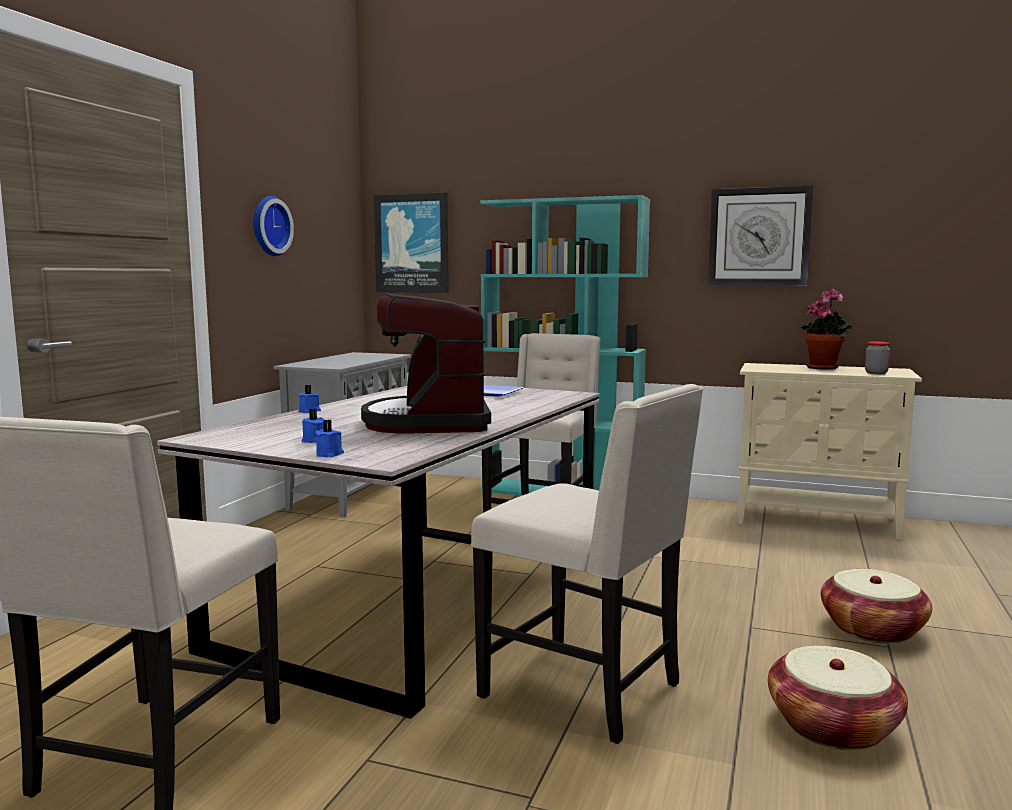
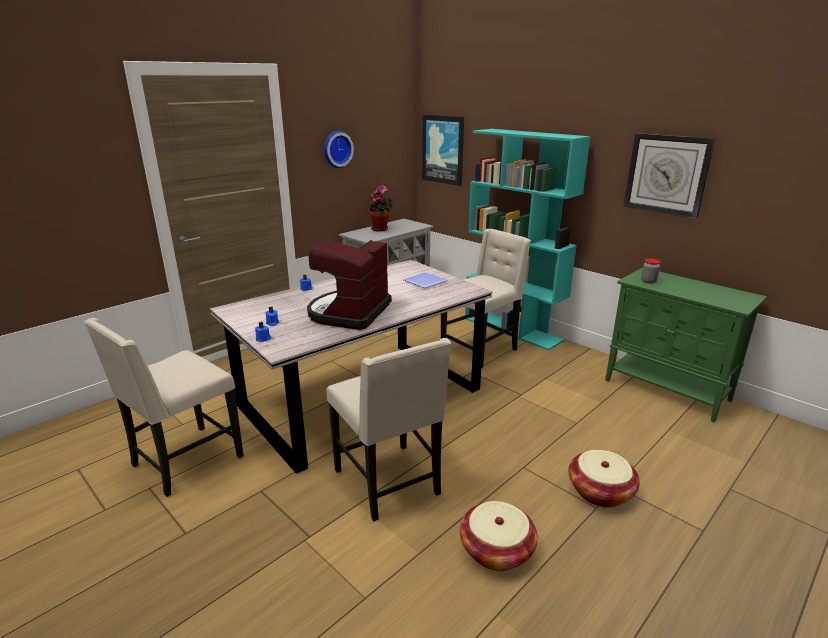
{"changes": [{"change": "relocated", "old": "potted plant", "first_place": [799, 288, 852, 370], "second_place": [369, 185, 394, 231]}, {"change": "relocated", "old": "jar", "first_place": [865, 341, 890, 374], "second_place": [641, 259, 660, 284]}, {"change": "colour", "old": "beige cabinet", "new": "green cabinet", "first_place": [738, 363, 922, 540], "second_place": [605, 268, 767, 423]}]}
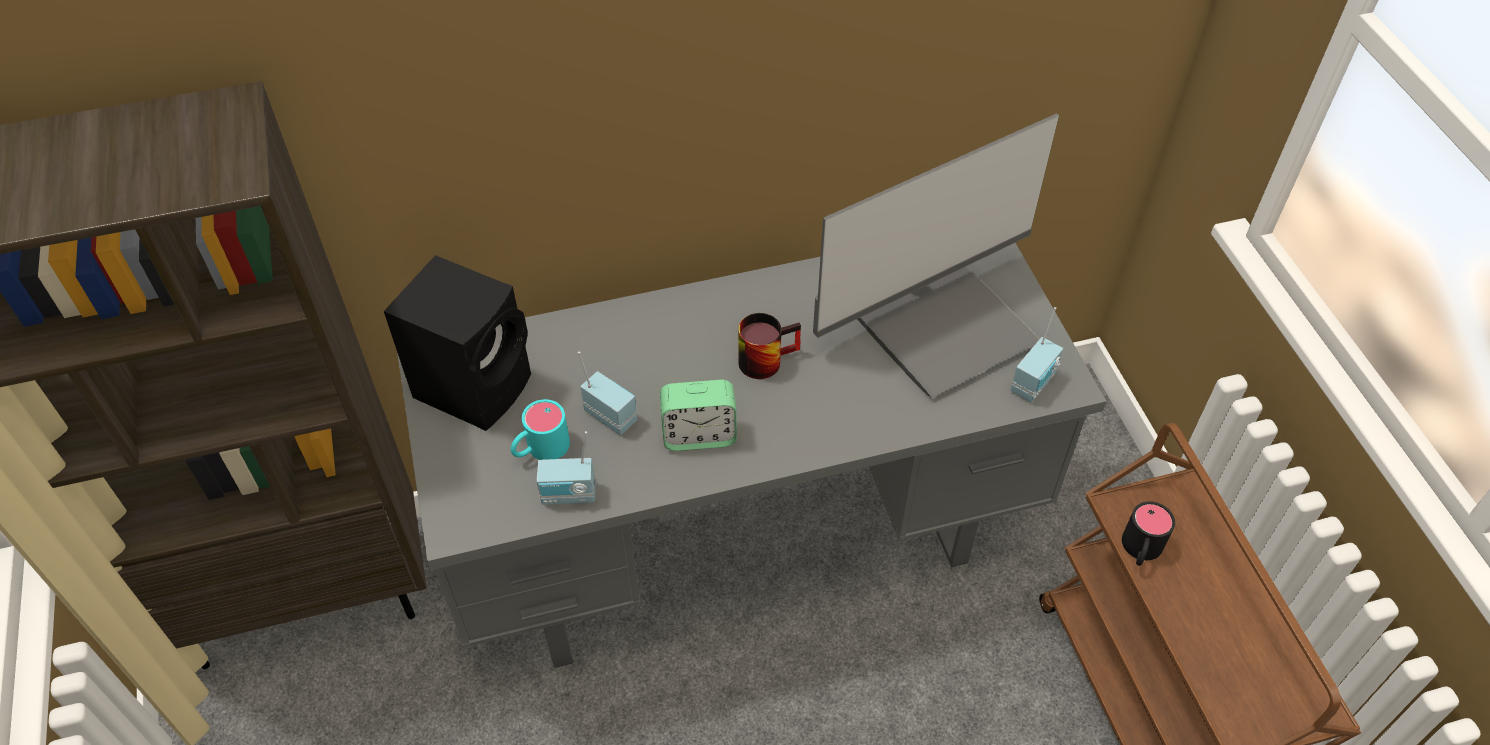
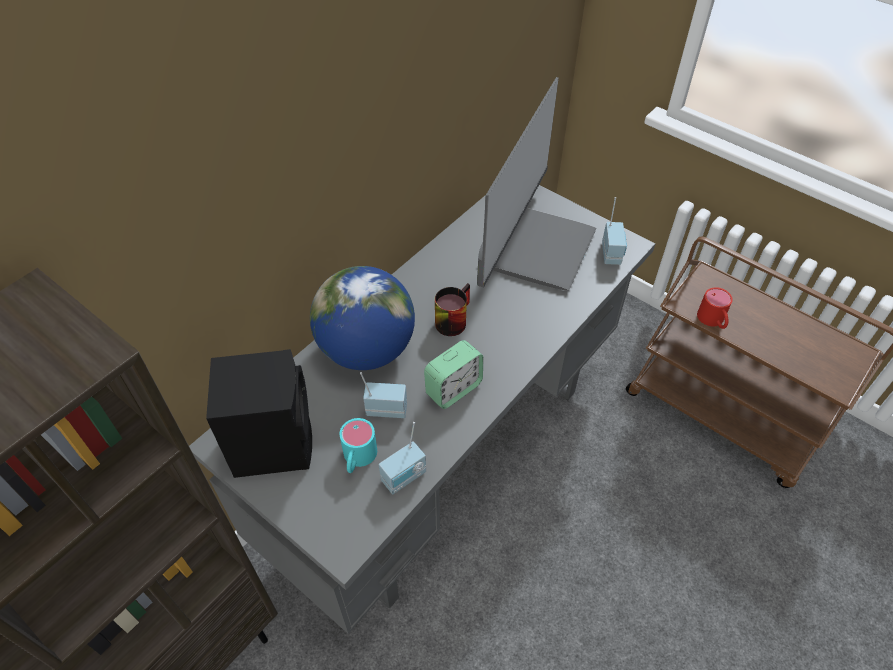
{"changes": [{"change": "colour", "old": "black mug", "new": "red mug", "first_place": [1122, 501, 1175, 566], "second_place": [697, 287, 733, 329]}, {"change": "appeared", "new": "globe", "second_place": [310, 266, 415, 370]}]}
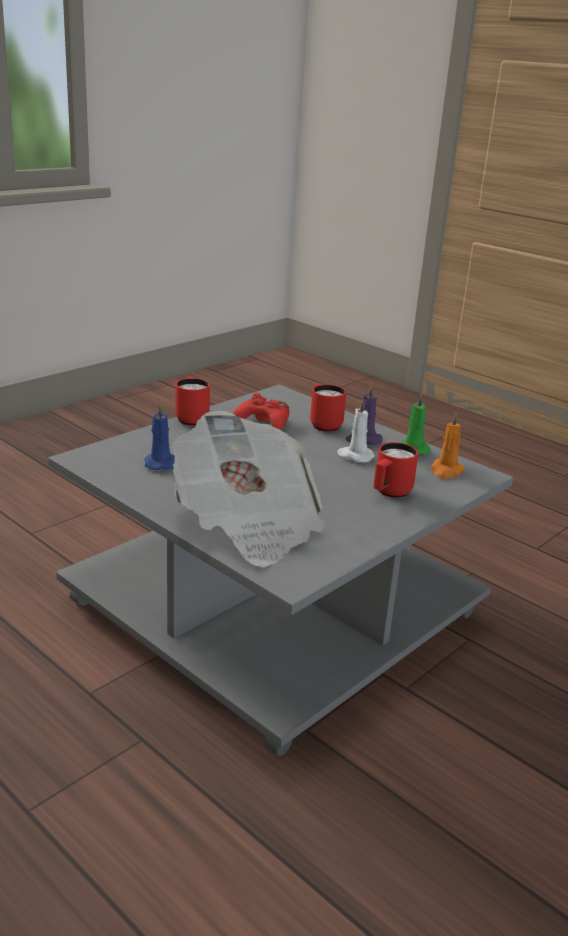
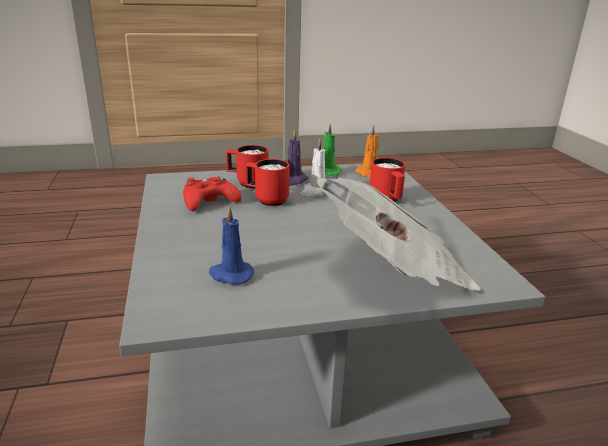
{"changes": [{"change": "relocated", "old": "red mug", "first_place": [175, 377, 210, 426], "second_place": [245, 159, 290, 206]}]}
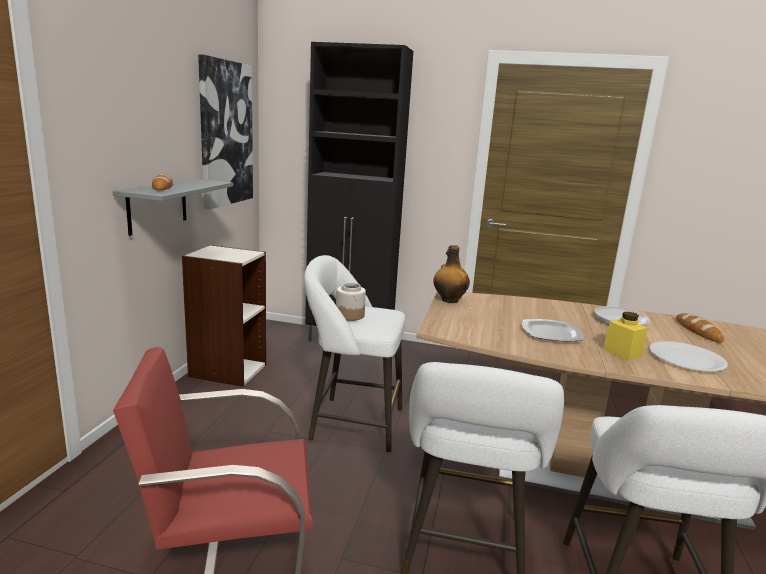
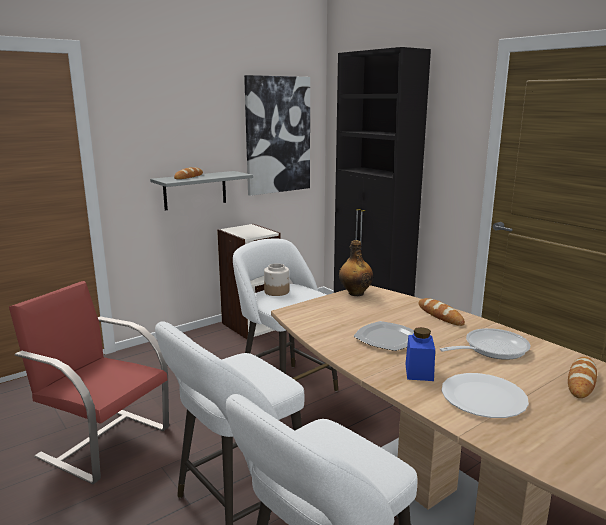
{"changes": [{"change": "colour", "old": "yellow jar", "new": "blue jar", "first_place": [603, 312, 648, 361], "second_place": [406, 327, 435, 381]}, {"change": "appeared", "new": "bread", "second_place": [419, 298, 465, 326]}]}
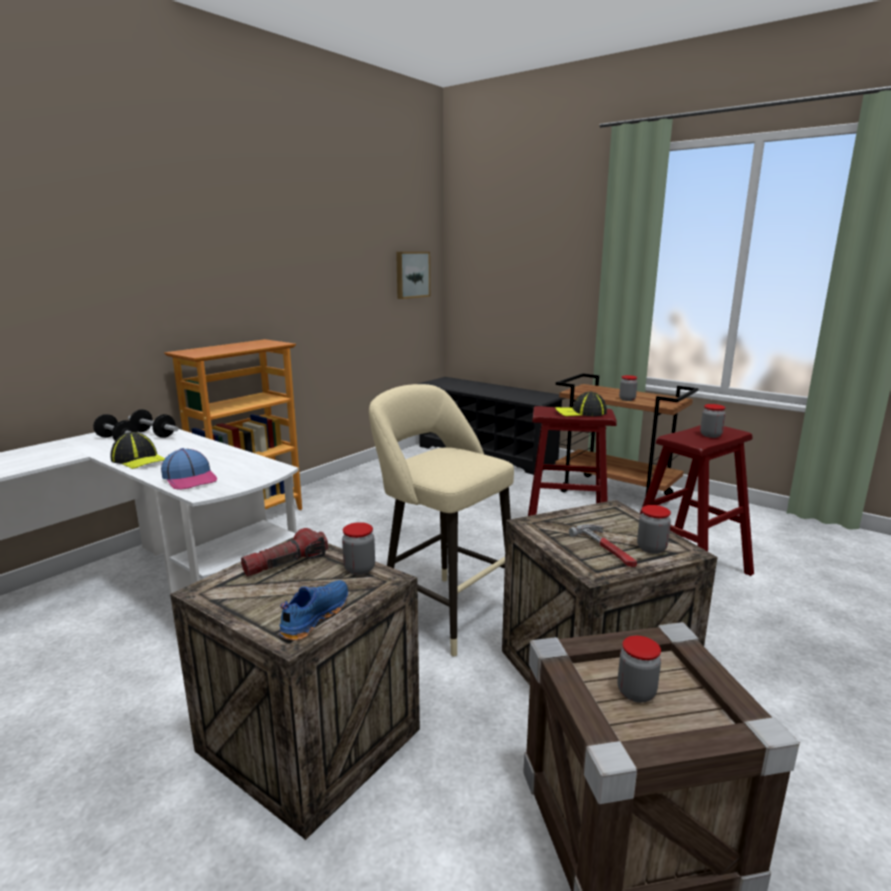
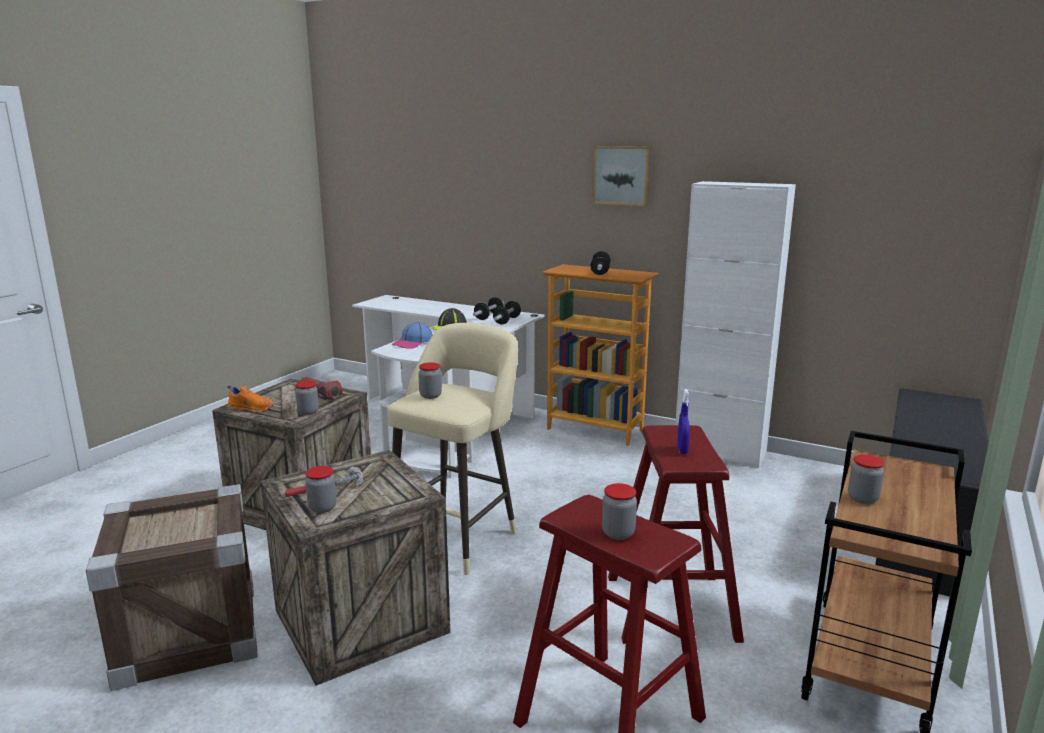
{"changes": [{"change": "relocated", "old": "picture", "first_place": [396, 252, 430, 299], "second_place": [593, 146, 651, 206]}, {"change": "exchanged", "old": "cap", "new": "blue spray bottle", "first_place": [555, 392, 607, 416], "second_place": [677, 389, 690, 454]}, {"change": "colour", "old": "blue shoe", "new": "orange shoe", "first_place": [279, 580, 348, 640], "second_place": [227, 385, 275, 413]}, {"change": "relocated", "old": "jar", "first_place": [617, 636, 661, 703], "second_place": [418, 362, 442, 399]}, {"change": "appeared", "new": "white cabinet", "second_place": [675, 181, 796, 468]}, {"change": "appeared", "new": "dumbbell", "second_place": [590, 251, 611, 275]}]}
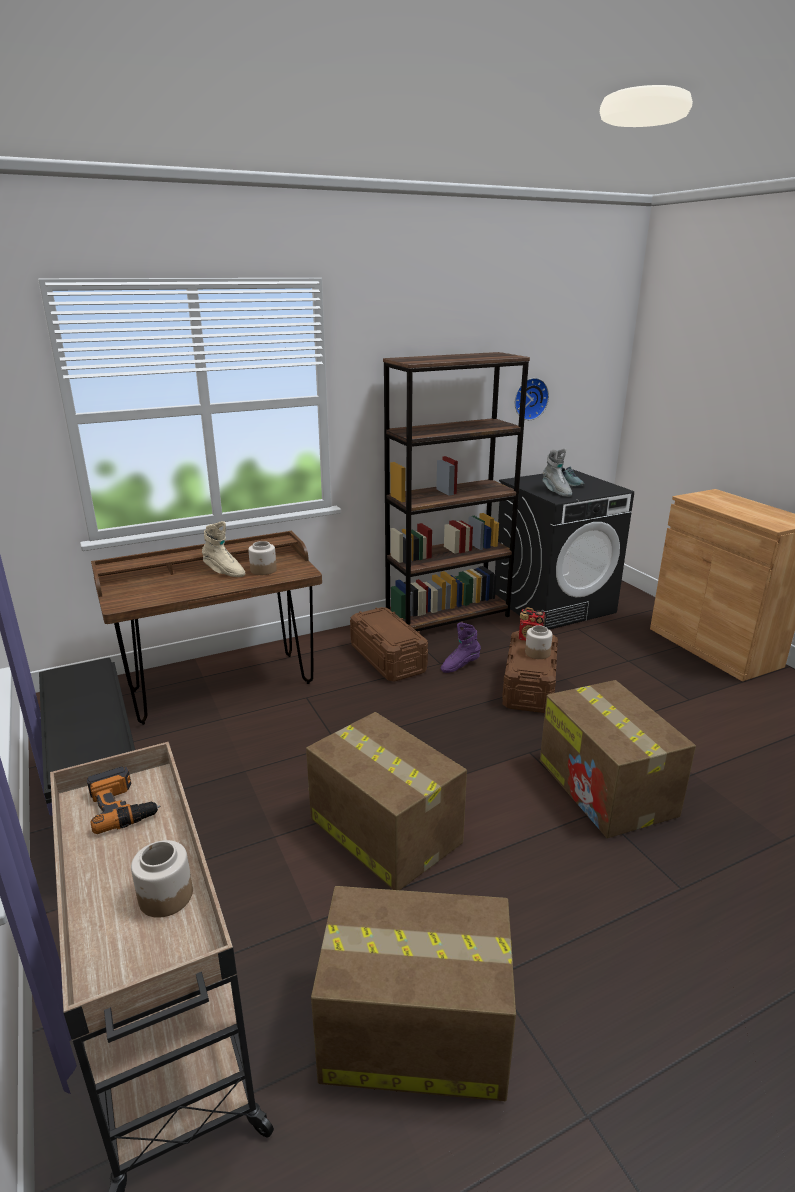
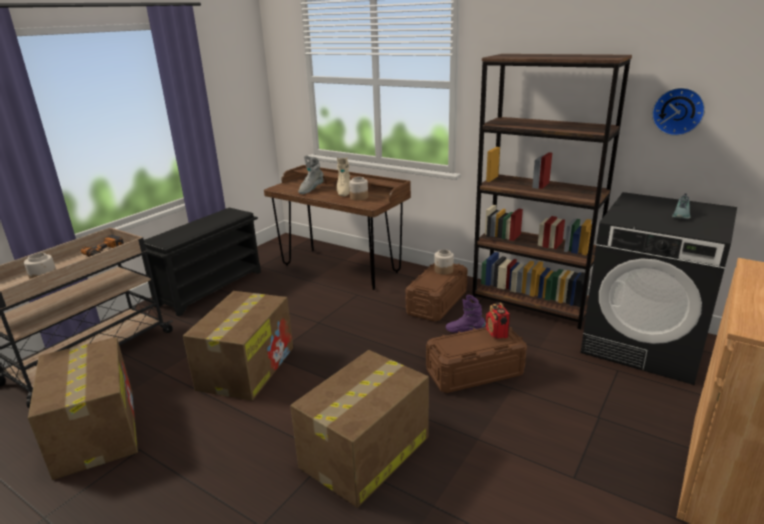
{"changes": [{"change": "relocated", "old": "grey boot", "first_place": [542, 448, 572, 497], "second_place": [298, 156, 324, 194]}, {"change": "relocated", "old": "jar", "first_place": [525, 625, 552, 659], "second_place": [434, 249, 454, 275]}]}
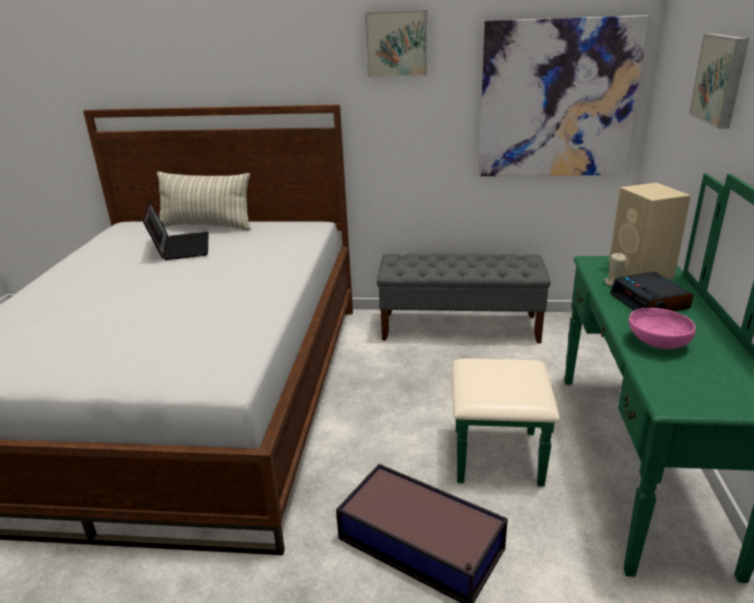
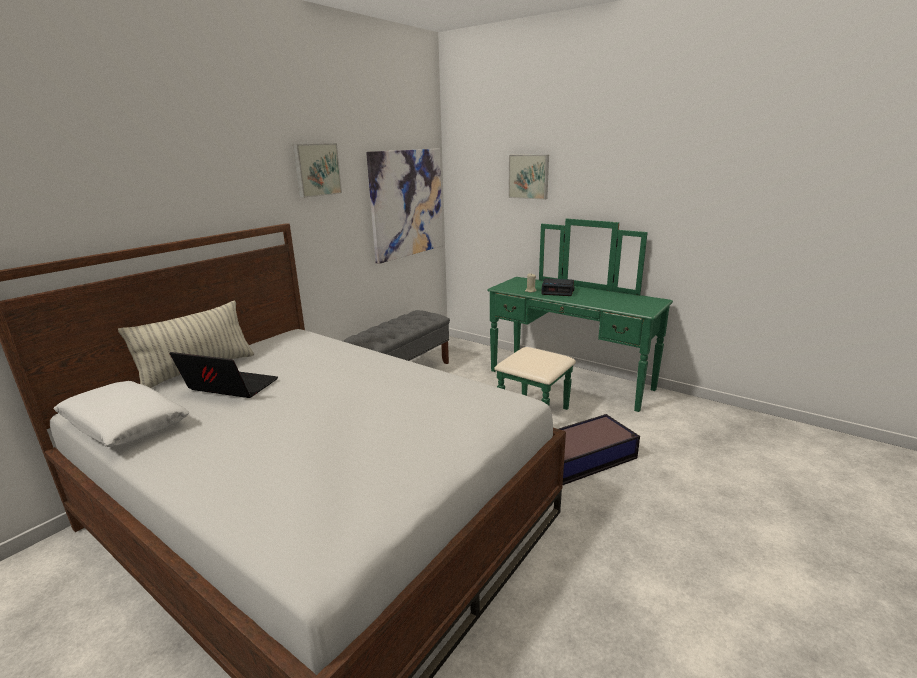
{"changes": [{"change": "missing", "old": "beige speaker", "first_place": [608, 183, 691, 279]}, {"change": "missing", "old": "pink bowl", "first_place": [629, 308, 696, 349]}, {"change": "appeared", "new": "white pillow", "second_place": [54, 381, 189, 447]}]}
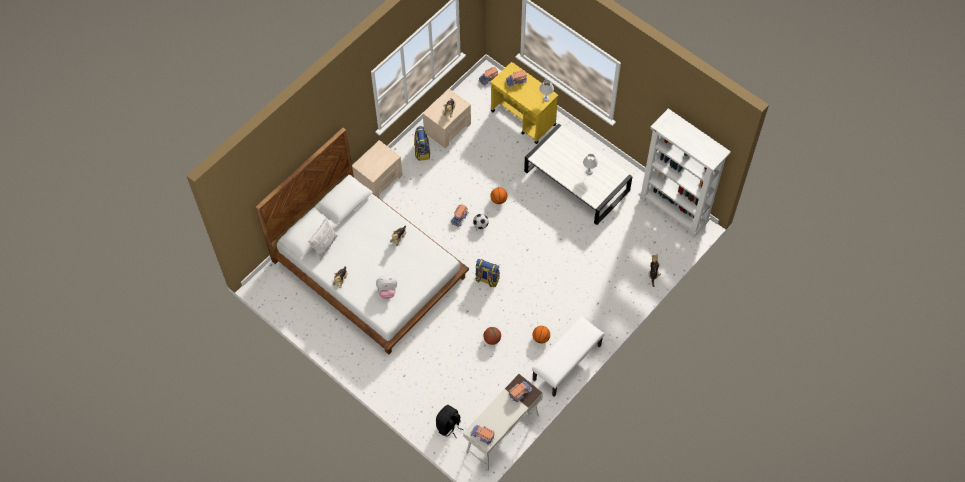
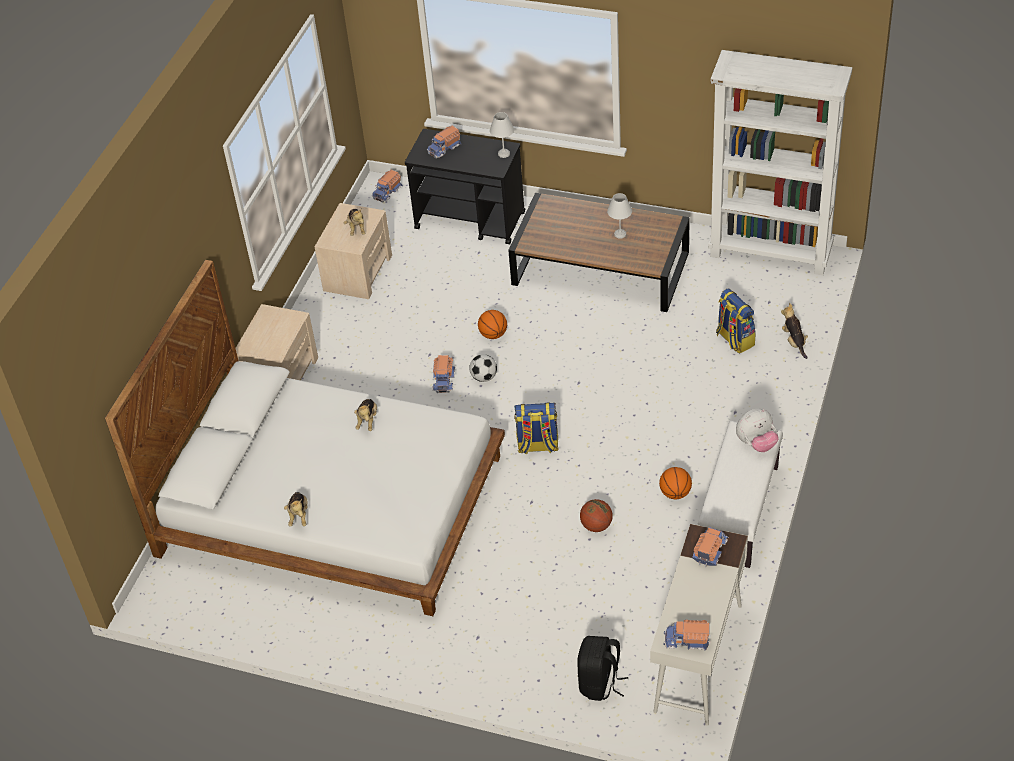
{"changes": [{"change": "colour", "old": "yellow cart", "new": "black cart", "first_place": [491, 62, 558, 144], "second_place": [405, 129, 525, 245]}, {"change": "colour", "old": "white coffee table", "new": "brown coffee table", "first_place": [524, 124, 633, 225], "second_place": [508, 193, 690, 312]}, {"change": "relocated", "old": "backpack", "first_place": [414, 126, 430, 161], "second_place": [716, 289, 756, 353]}, {"change": "missing", "old": "pillow", "first_place": [308, 218, 338, 260]}, {"change": "relocated", "old": "plush toy", "first_place": [376, 275, 397, 299], "second_place": [736, 409, 779, 452]}]}
